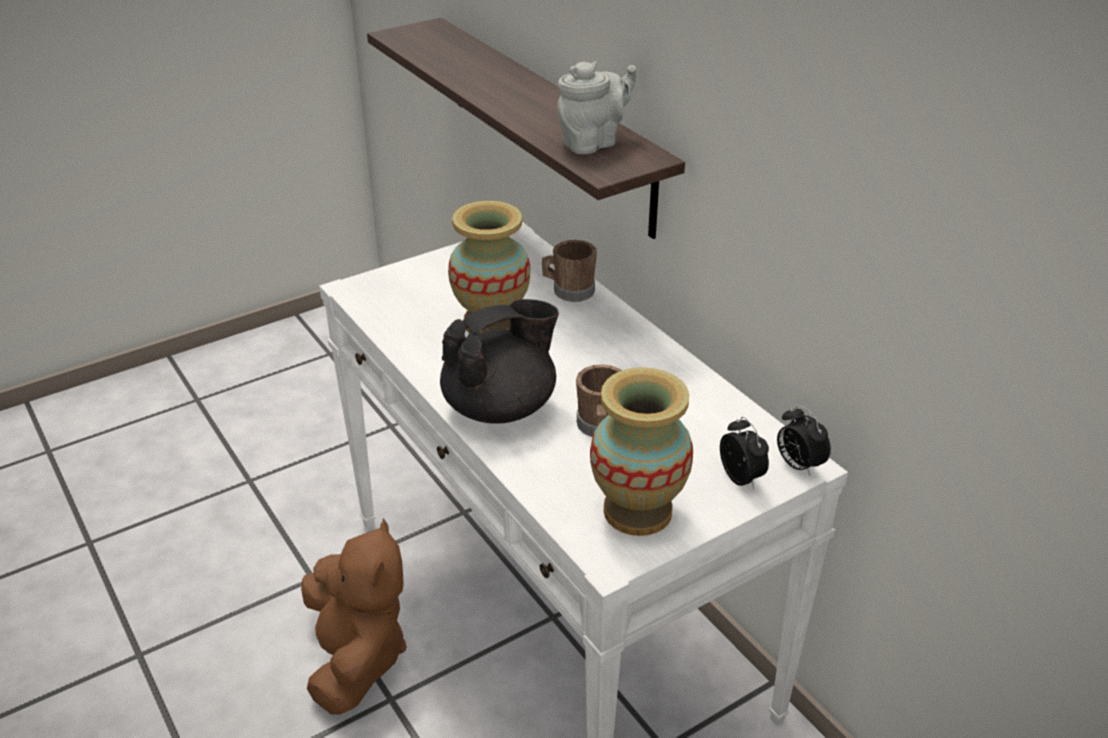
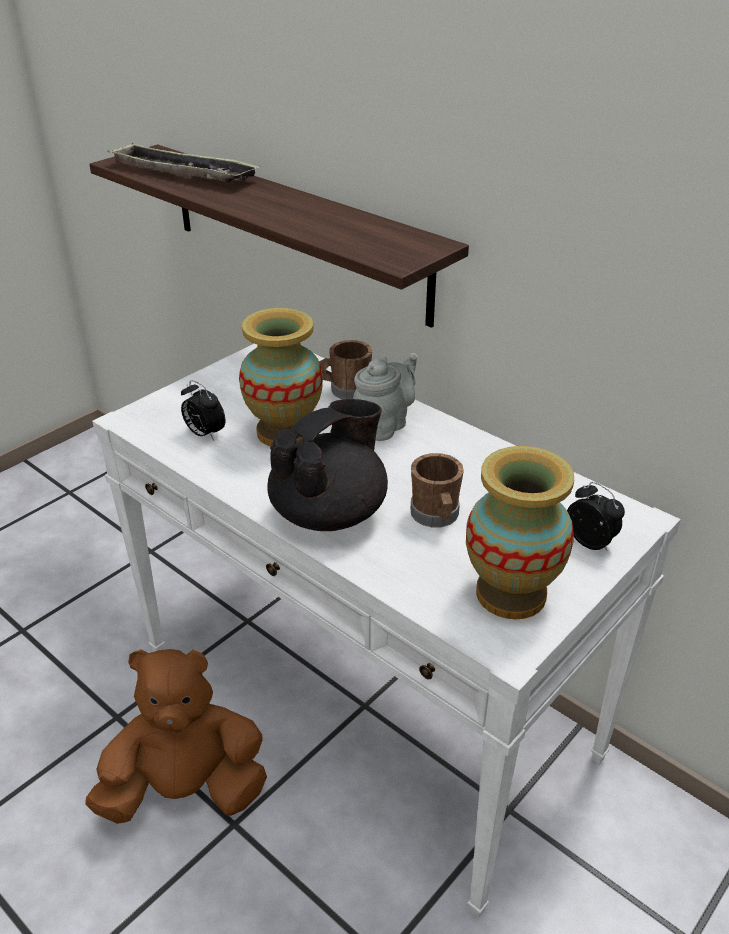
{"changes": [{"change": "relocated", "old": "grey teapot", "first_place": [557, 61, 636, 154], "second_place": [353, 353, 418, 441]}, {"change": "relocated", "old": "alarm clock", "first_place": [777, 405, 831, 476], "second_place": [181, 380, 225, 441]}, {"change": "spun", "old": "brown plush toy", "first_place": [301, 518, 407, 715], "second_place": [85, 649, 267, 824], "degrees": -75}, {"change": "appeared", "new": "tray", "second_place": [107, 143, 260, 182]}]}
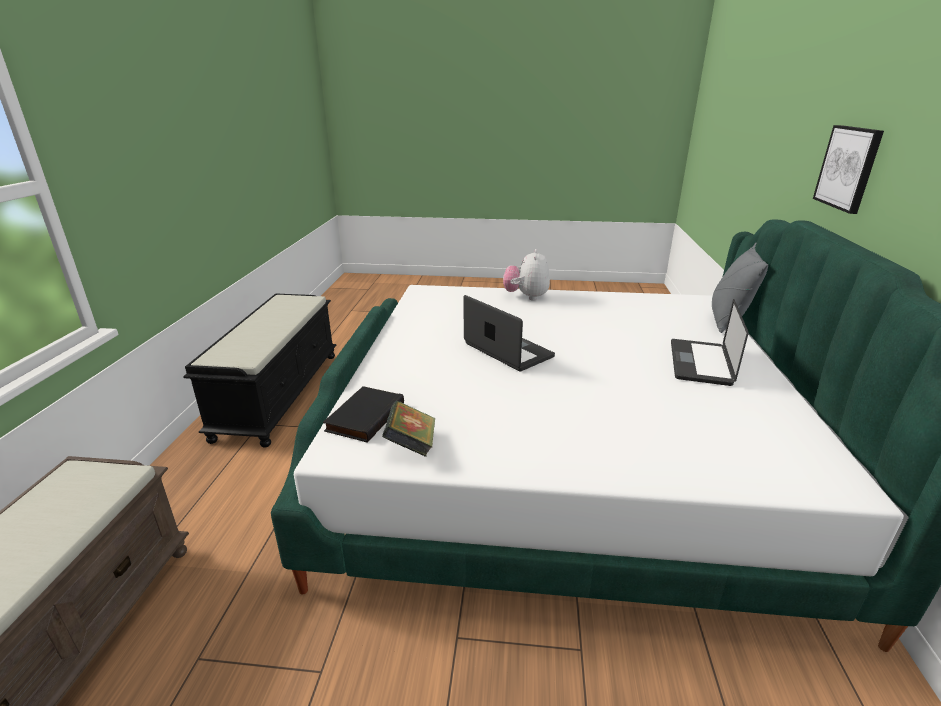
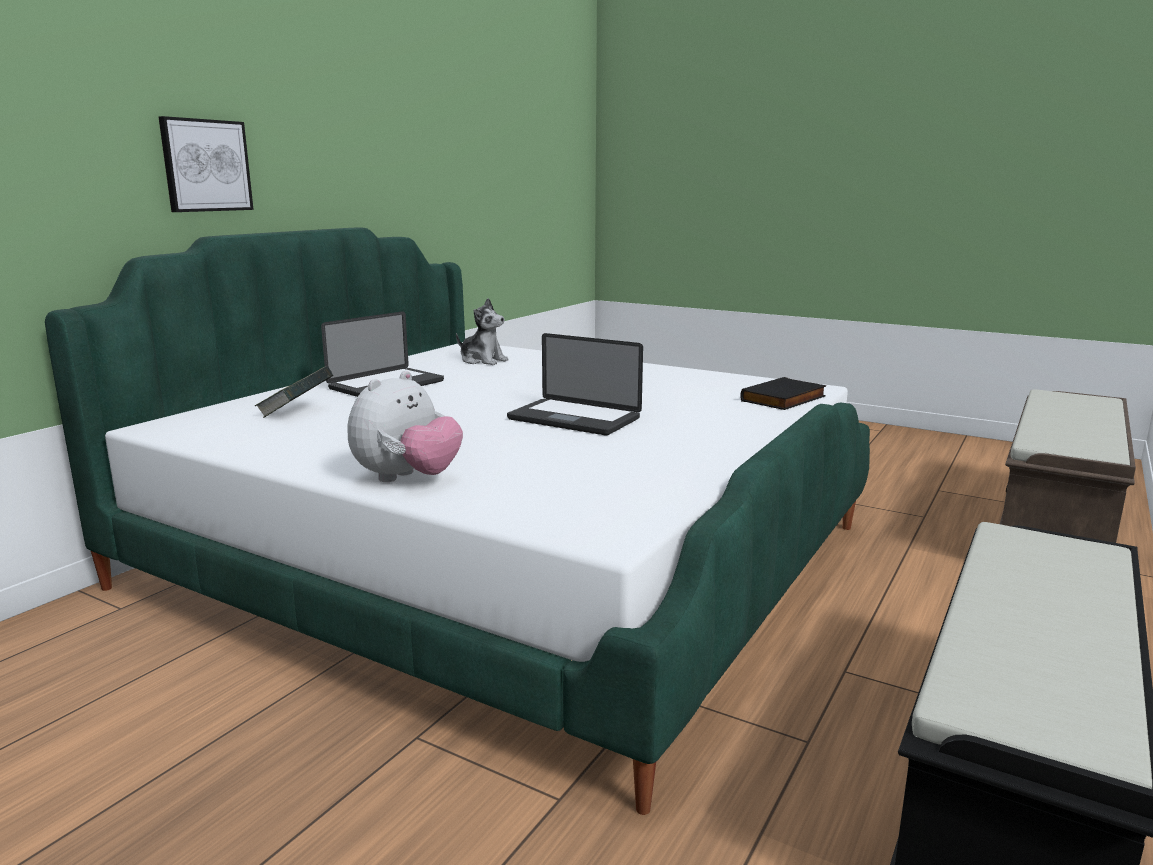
{"changes": [{"change": "missing", "old": "grey pillow", "first_place": [712, 243, 768, 333]}, {"change": "spun", "old": "laptop", "first_place": [463, 295, 555, 371], "second_place": [507, 333, 643, 435], "degrees": -45}, {"change": "relocated", "old": "book", "first_place": [382, 401, 435, 457], "second_place": [255, 366, 333, 418]}, {"change": "appeared", "new": "plush toy", "second_place": [456, 298, 509, 365]}]}
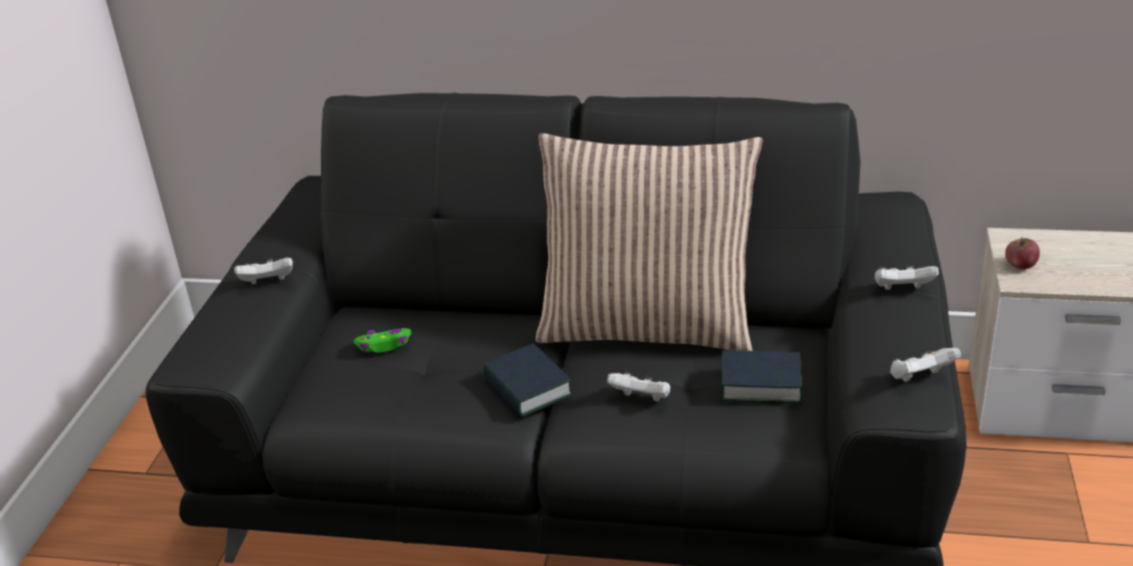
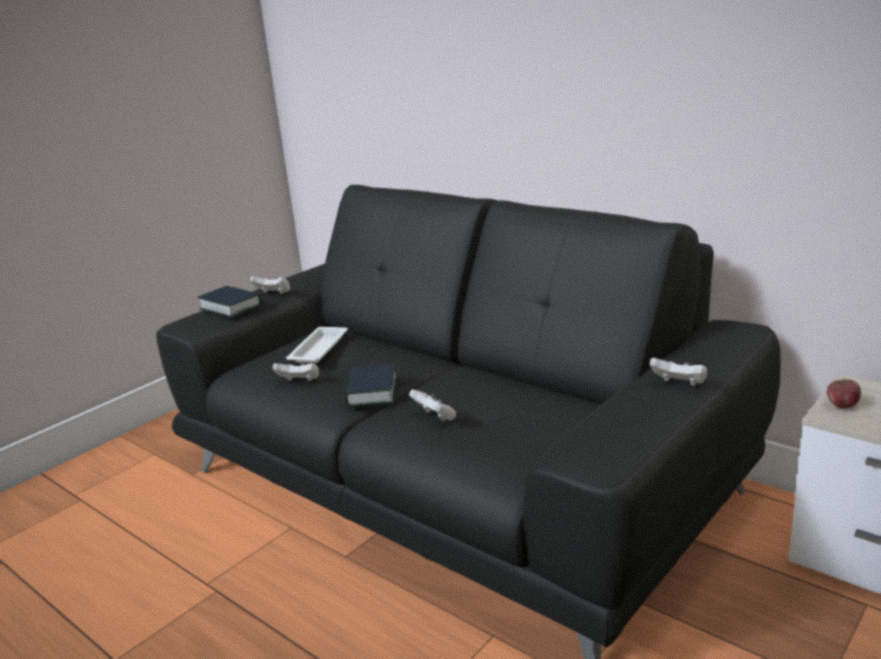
{"changes": [{"change": "missing", "old": "pillow", "first_place": [536, 133, 763, 351]}, {"change": "exchanged", "old": "green game controller", "new": "white tray", "first_place": [353, 328, 411, 353], "second_place": [286, 327, 348, 364]}, {"change": "relocated", "old": "white game controller", "first_place": [890, 348, 961, 382], "second_place": [273, 363, 319, 381]}, {"change": "relocated", "old": "book", "first_place": [721, 350, 803, 404], "second_place": [197, 286, 261, 318]}]}
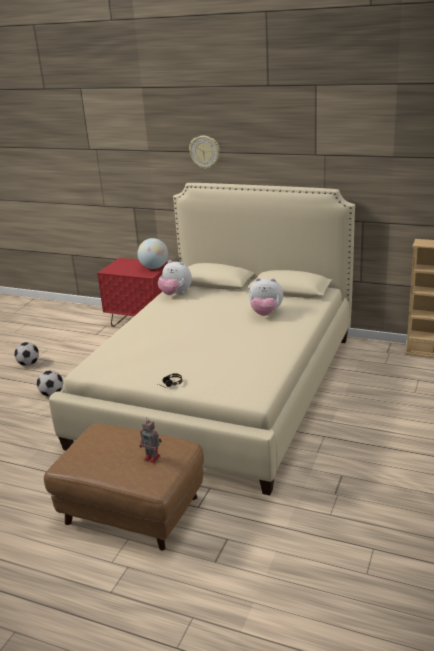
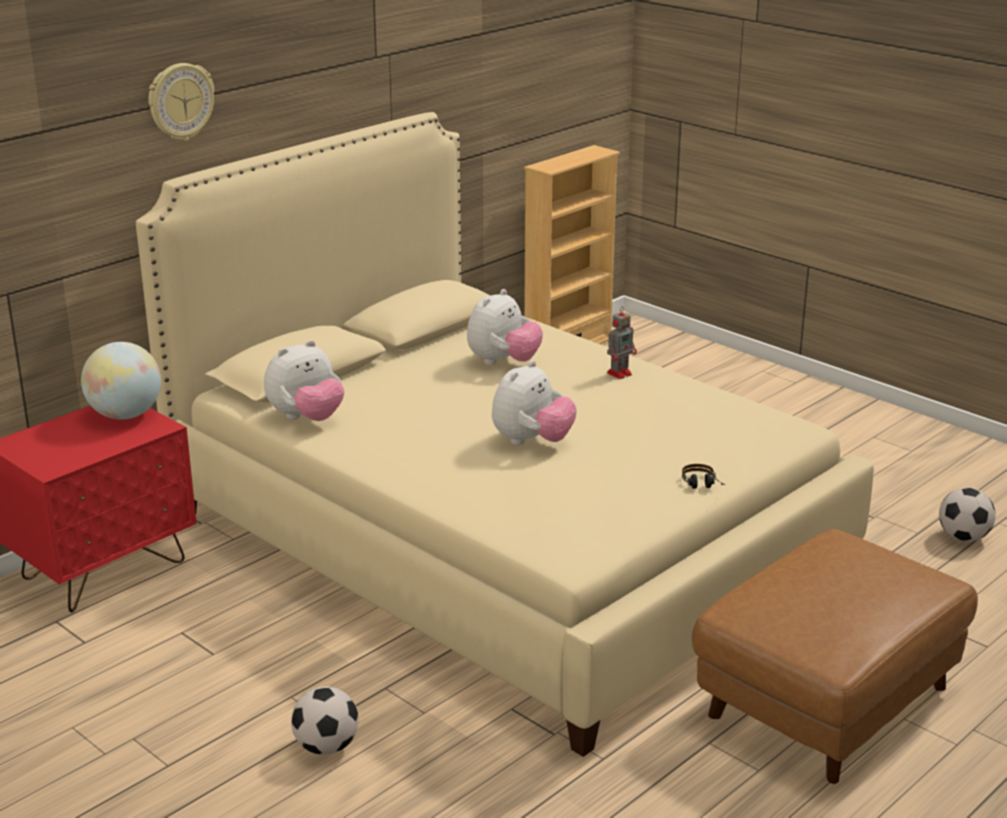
{"changes": [{"change": "relocated", "old": "football", "first_place": [14, 342, 39, 366], "second_place": [939, 488, 996, 542]}, {"change": "relocated", "old": "toy robot", "first_place": [140, 417, 162, 463], "second_place": [607, 308, 637, 379]}, {"change": "appeared", "new": "plush toy", "second_place": [492, 360, 577, 445]}]}
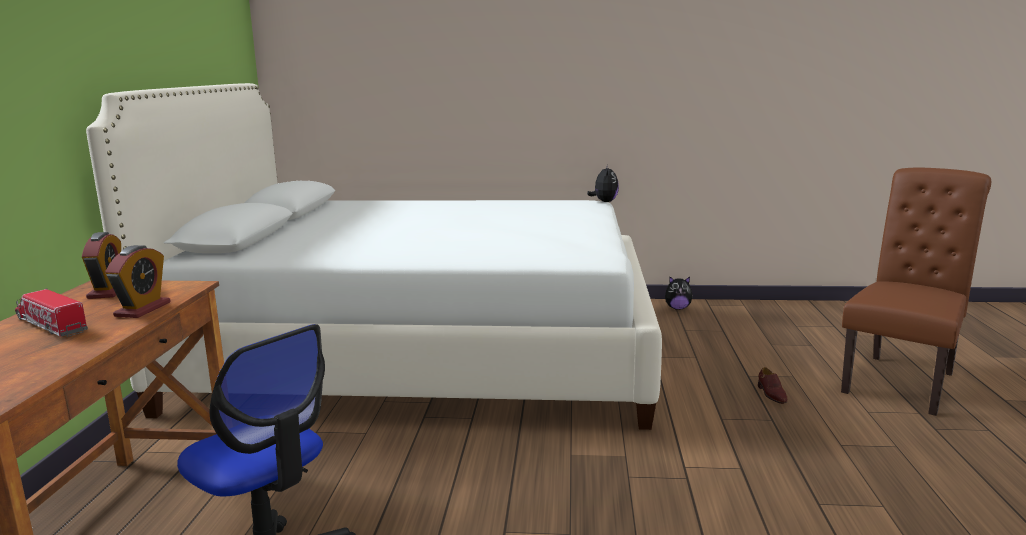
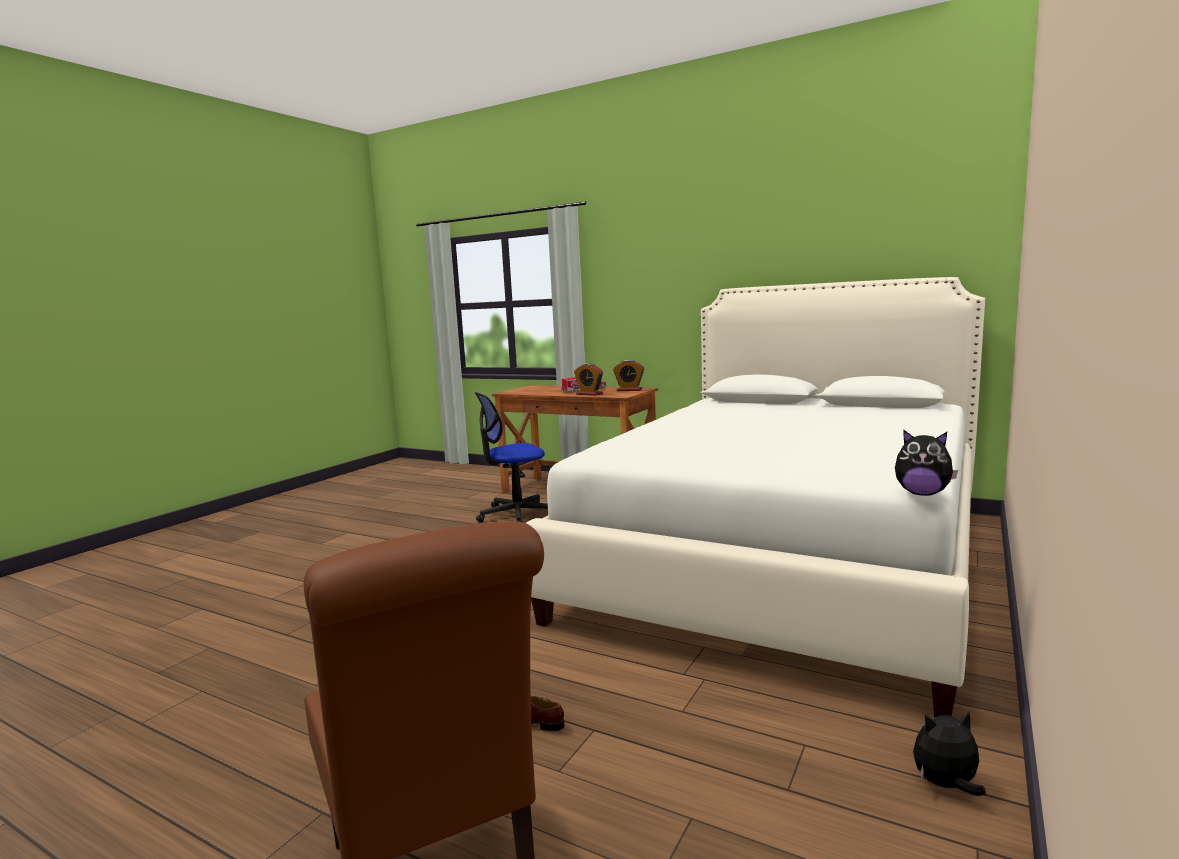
{"changes": [{"change": "spun", "old": "plush toy", "first_place": [665, 277, 693, 310], "second_place": [913, 711, 986, 796], "degrees": 60}]}
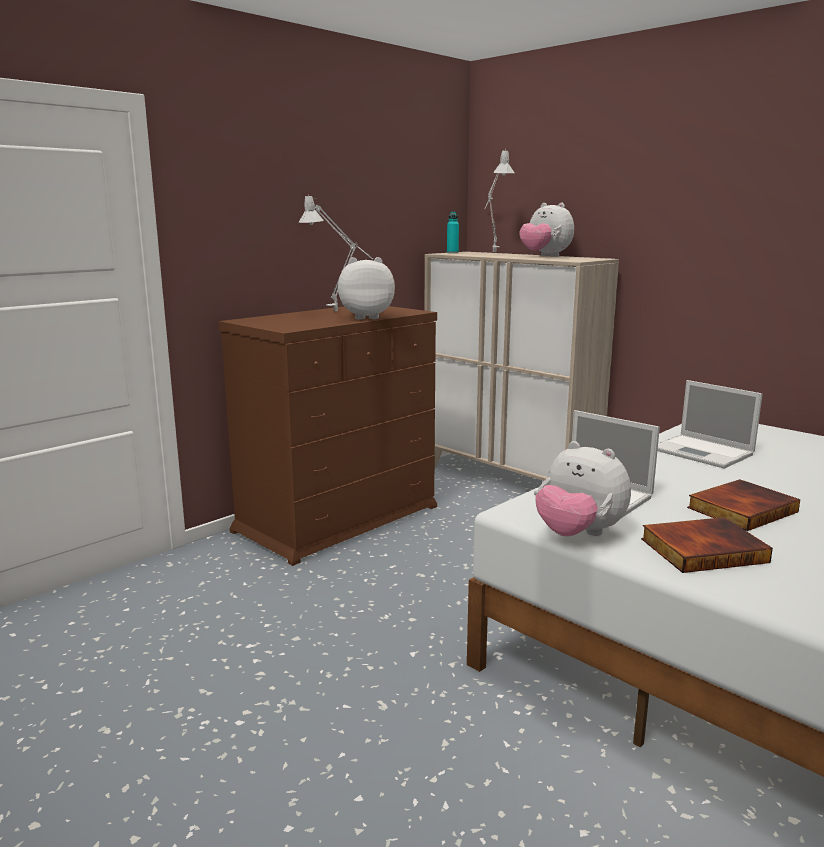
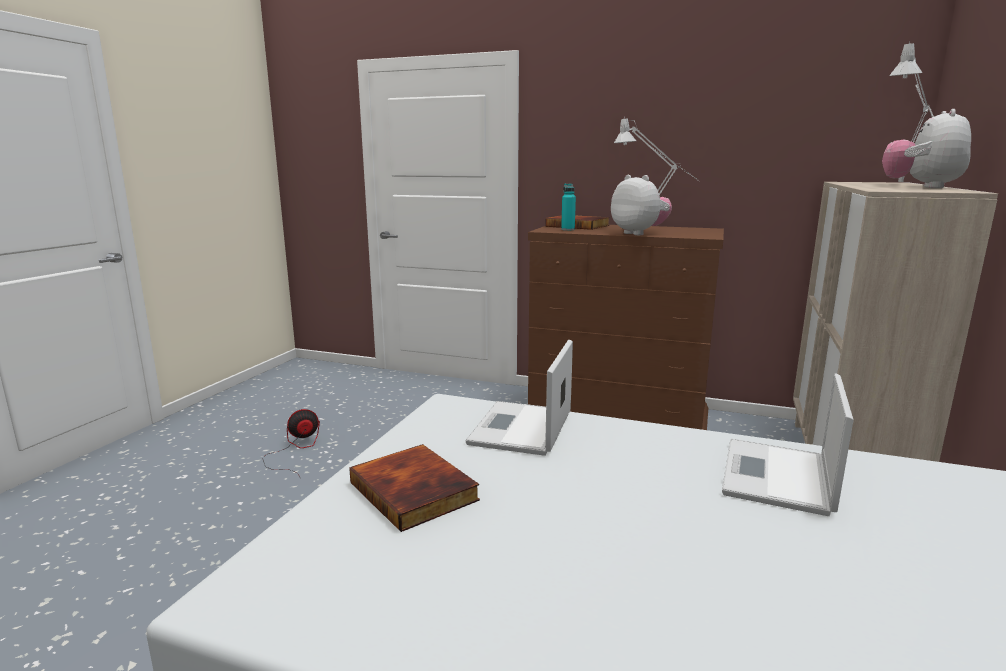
{"changes": [{"change": "relocated", "old": "turquoise bottle", "first_place": [447, 212, 459, 253], "second_place": [561, 183, 576, 231]}, {"change": "missing", "old": "plush toy", "first_place": [535, 441, 631, 536]}, {"change": "relocated", "old": "book", "first_place": [687, 479, 800, 531], "second_place": [545, 215, 610, 230]}, {"change": "appeared", "new": "fan", "second_place": [263, 409, 320, 477]}]}
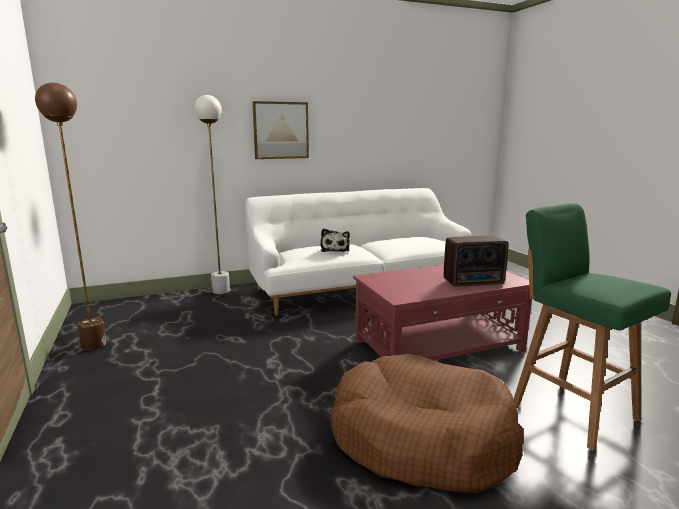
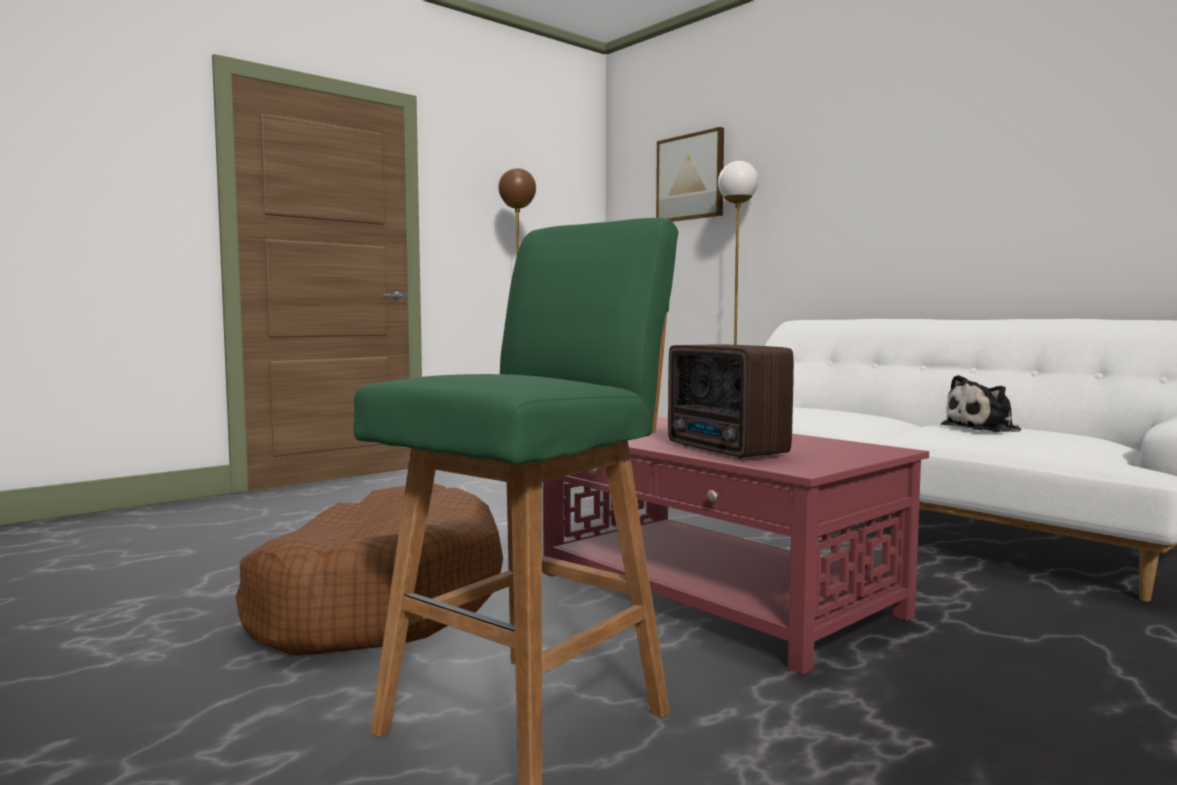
{"changes": [{"change": "relocated", "old": "picture", "first_place": [252, 101, 309, 159], "second_place": [656, 127, 724, 222]}, {"change": "relocated", "old": "plush toy", "first_place": [320, 228, 350, 252], "second_place": [941, 375, 1021, 432]}]}
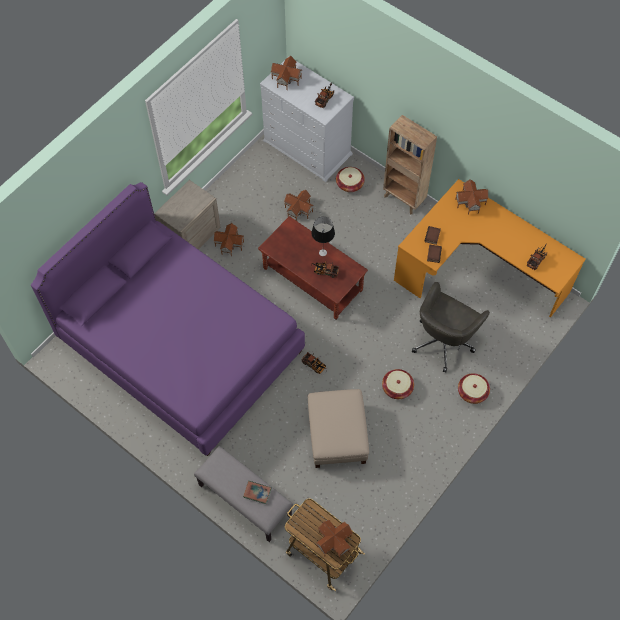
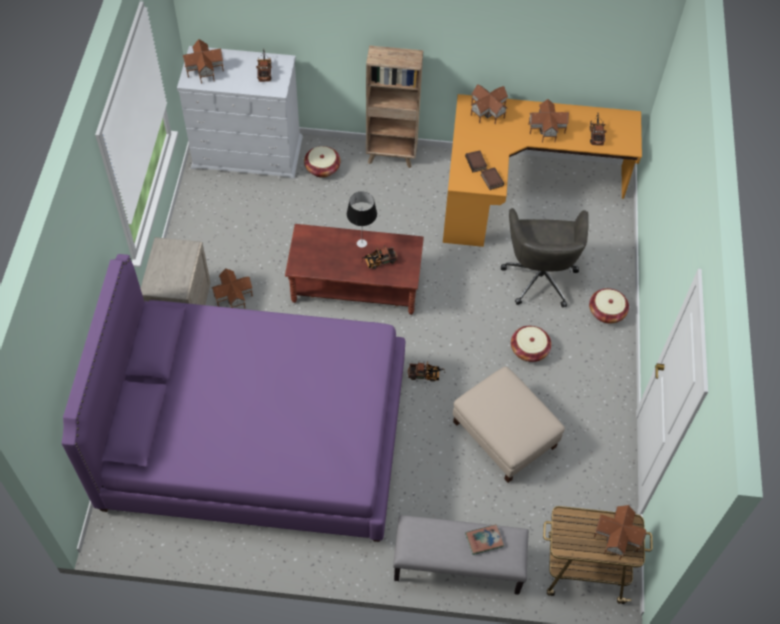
{"changes": [{"change": "relocated", "old": "toy house", "first_place": [284, 190, 314, 221], "second_place": [529, 99, 569, 143]}]}
